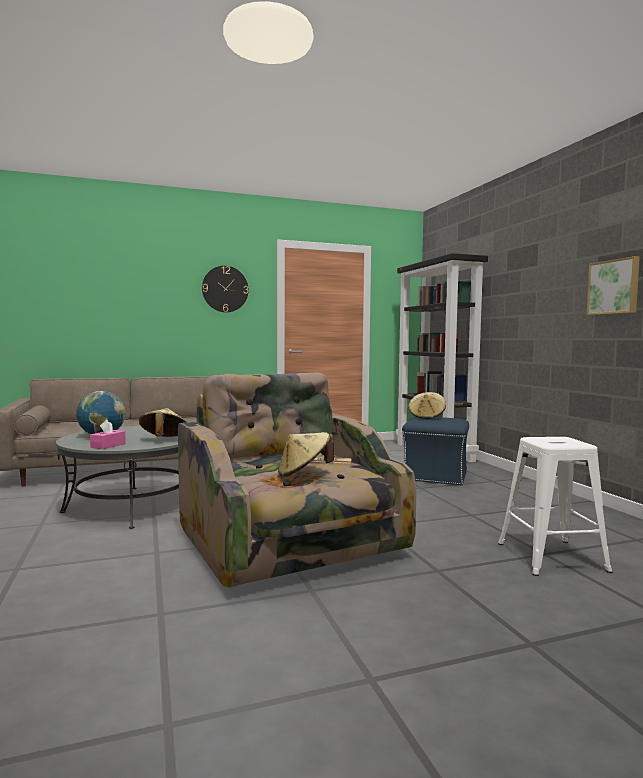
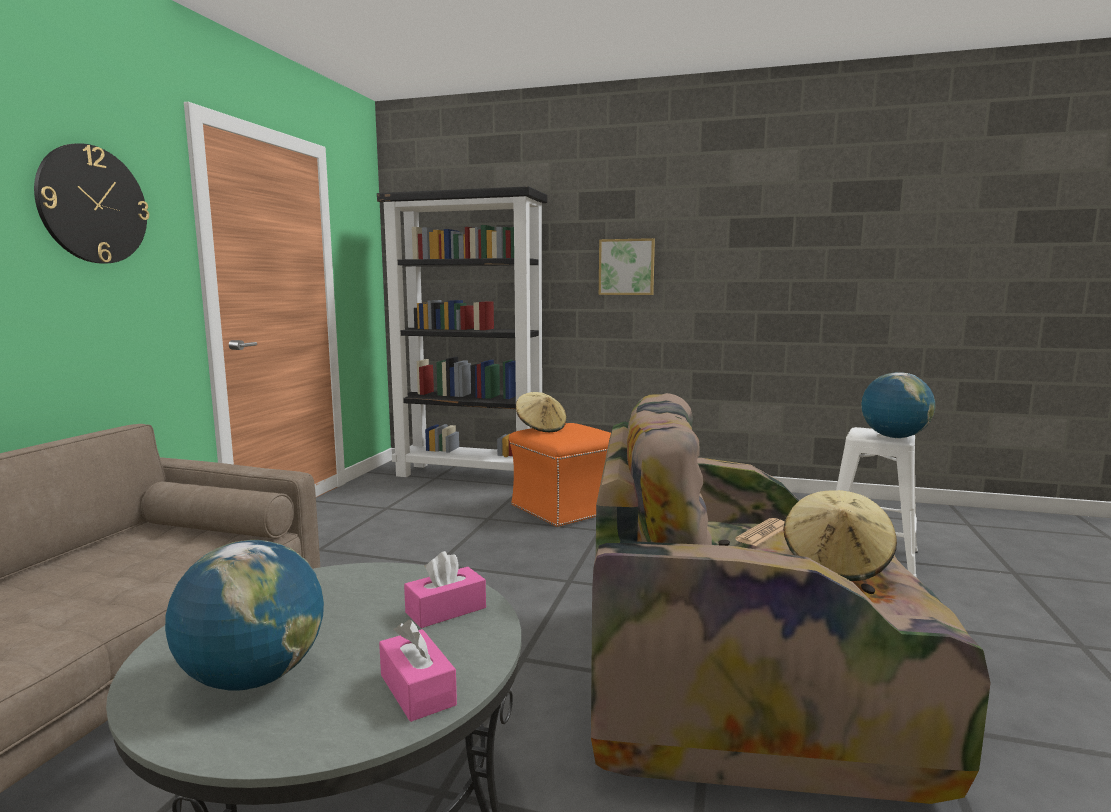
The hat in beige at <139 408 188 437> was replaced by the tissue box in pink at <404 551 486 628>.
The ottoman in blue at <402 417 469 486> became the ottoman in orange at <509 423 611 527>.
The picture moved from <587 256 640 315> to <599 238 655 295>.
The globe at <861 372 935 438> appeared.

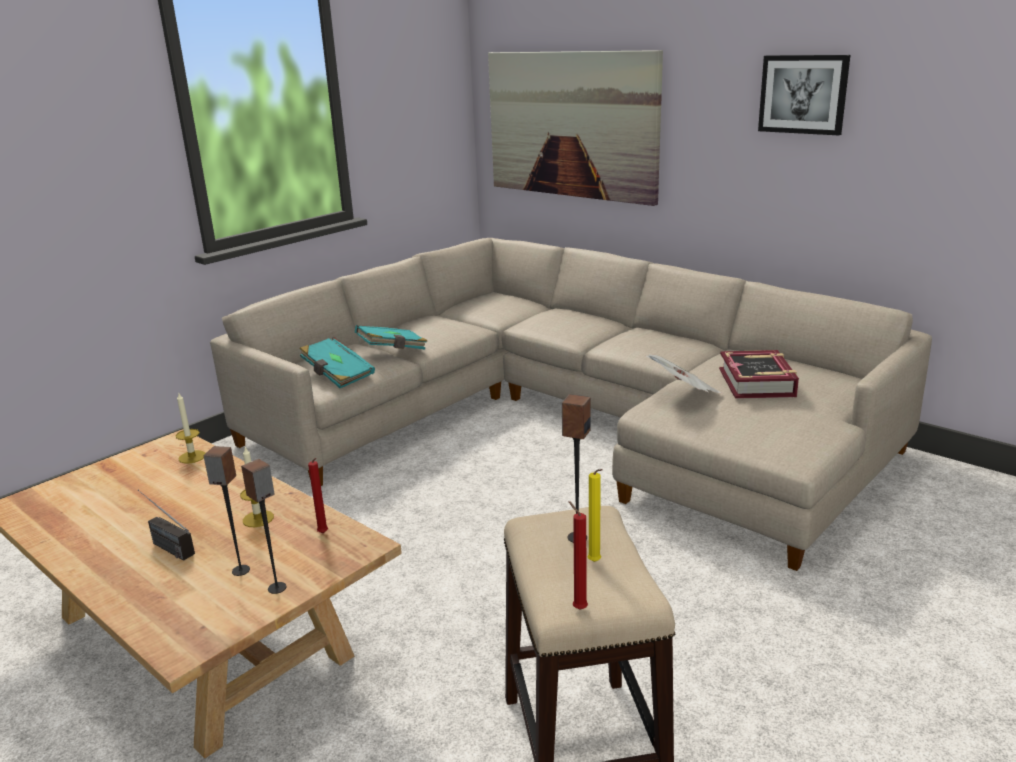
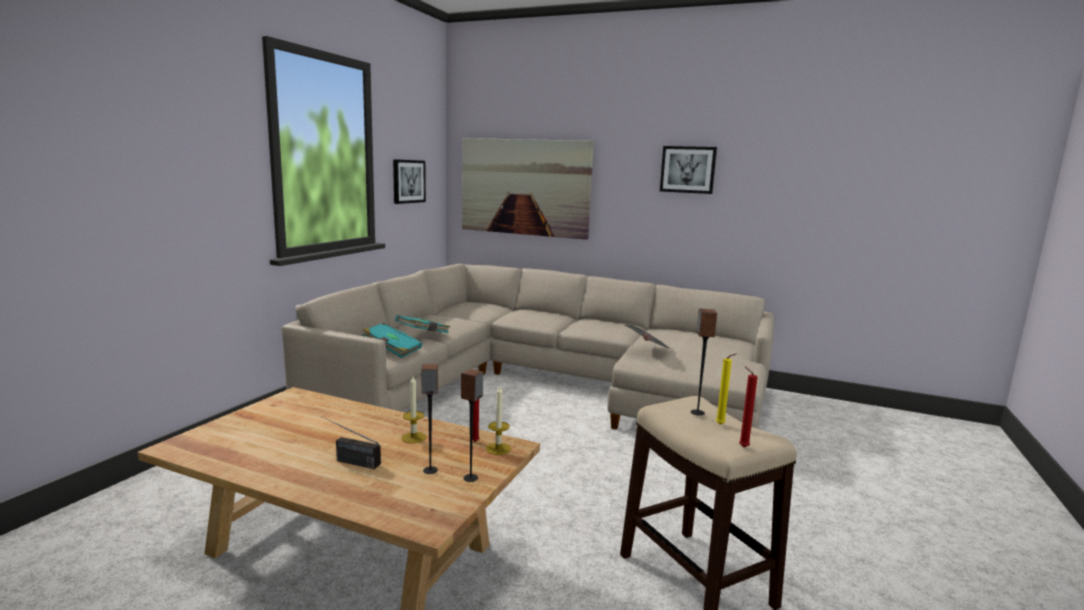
The candle moved from <176 393 206 464> to <486 386 511 455>.
The book at <719 350 799 399> disappeared.
The picture at <393 159 426 204> appeared.

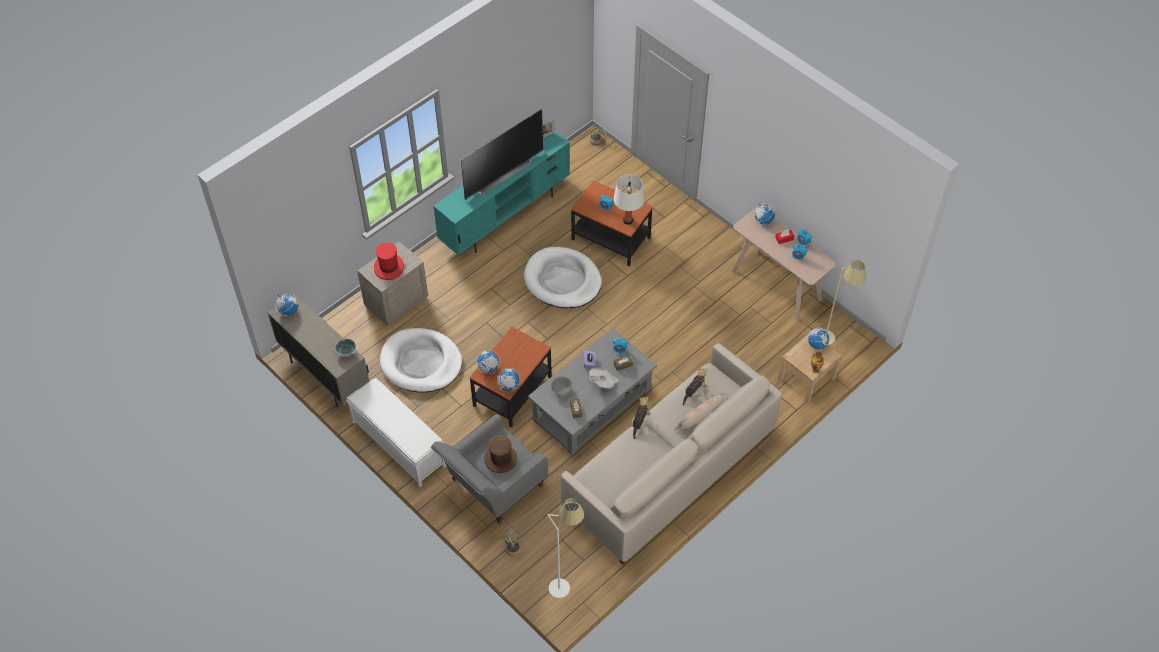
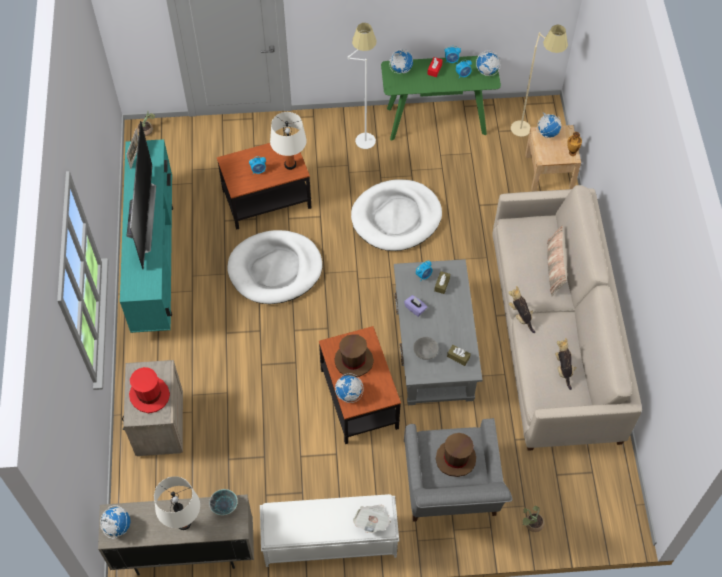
The dog bed in white moved from <380 328 462 393> to <351 179 442 251>.
The globe moved from <497 368 520 392> to <476 51 501 76>.
The floor lamp in white moved from <548 498 584 598> to <348 23 377 149>.
The newspaper moved from <589 368 619 389> to <353 505 391 533>.
The plush toy moved from <683 367 708 406> to <555 338 577 390>.
The console table in beige at <731 207 836 321> became the console table in green at <381 56 501 141>.
The table lamp in white at <154 476 200 530> appeared.
The hat in brown at <334 334 374 377> appeared.

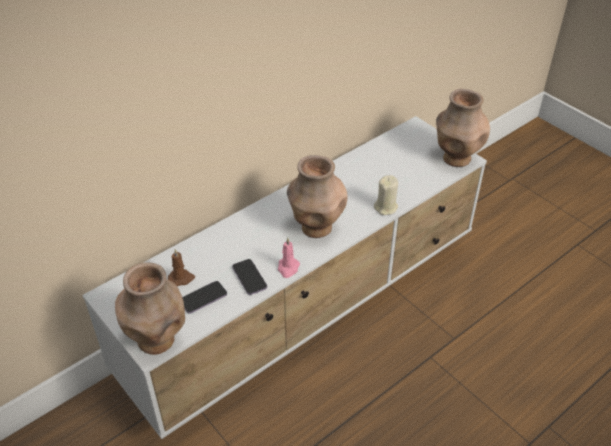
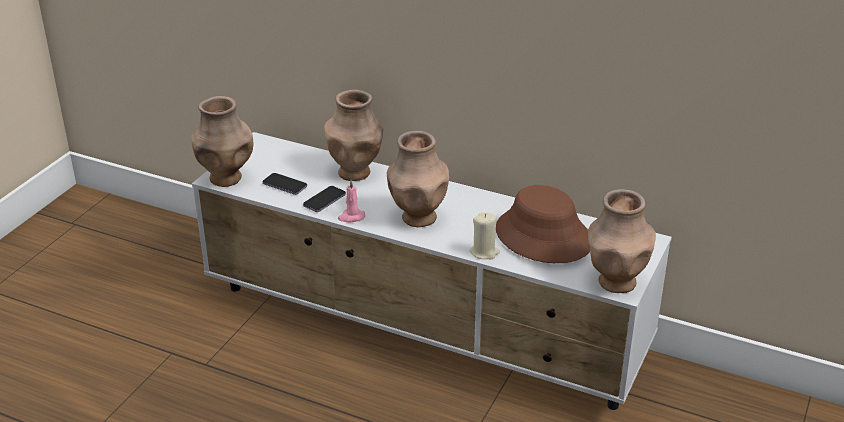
The candle in brown at <168 249 195 286> disappeared.
The vase in brown at <324 90 383 181> appeared.
The hat in brown at <496 185 590 263> appeared.

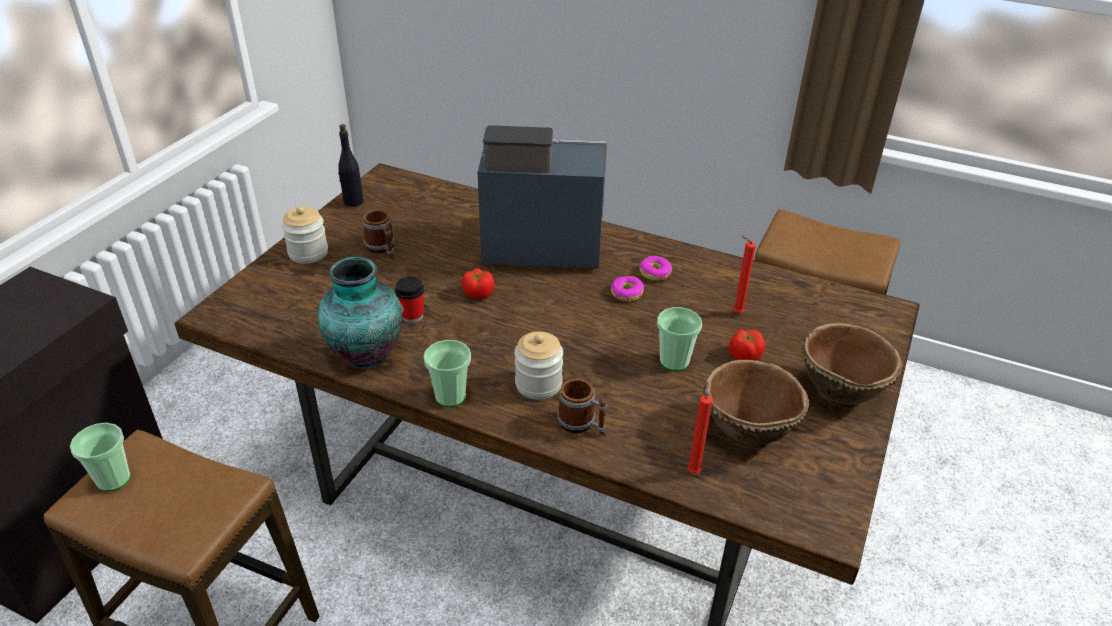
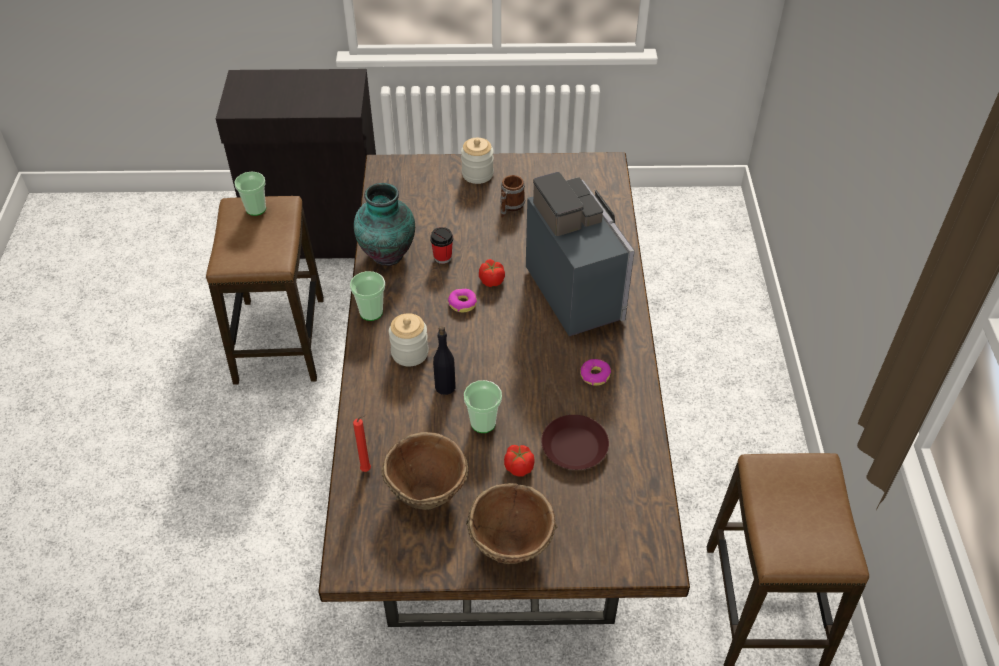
The bottle in black moved from <338 124 363 207> to <433 326 456 395>.
The mug at <557 379 607 436> disappeared.
The donut moved from <611 276 644 301> to <448 289 477 312>.
The candle in red at <733 235 756 313> was replaced by the plate in brown at <541 415 609 470>.

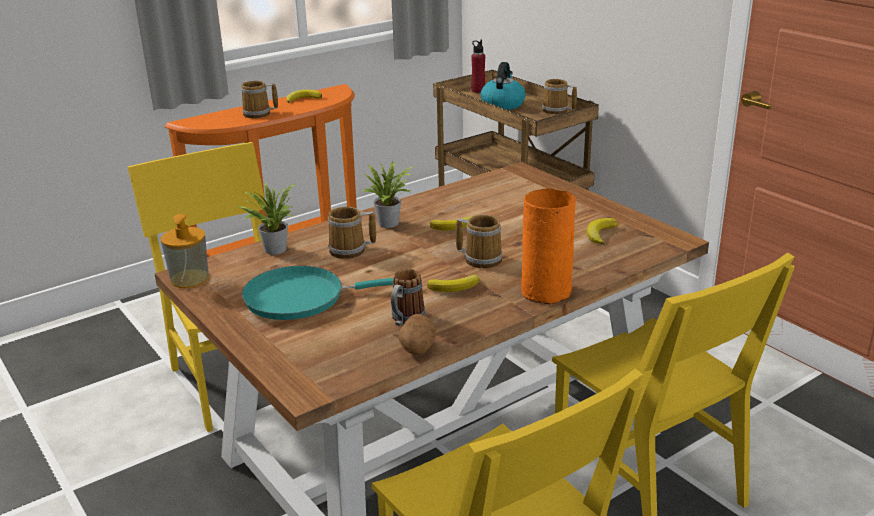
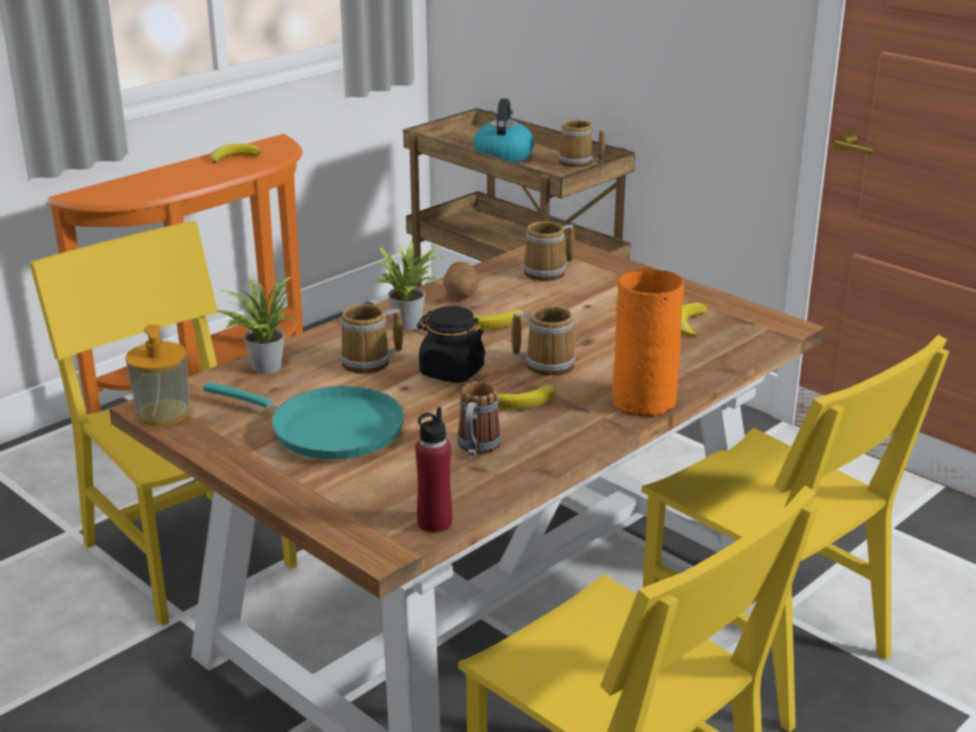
The mug moved from <241 81 278 118> to <523 221 575 281>.
The frying pan in turquoise at <242 266 393 320> turned 135 degrees counterclockwise.
The potato moved from <398 314 436 355> to <443 261 480 299>.
The bottle in red moved from <471 40 485 93> to <415 407 452 533>.
The jar in black at <417 306 485 383> appeared.

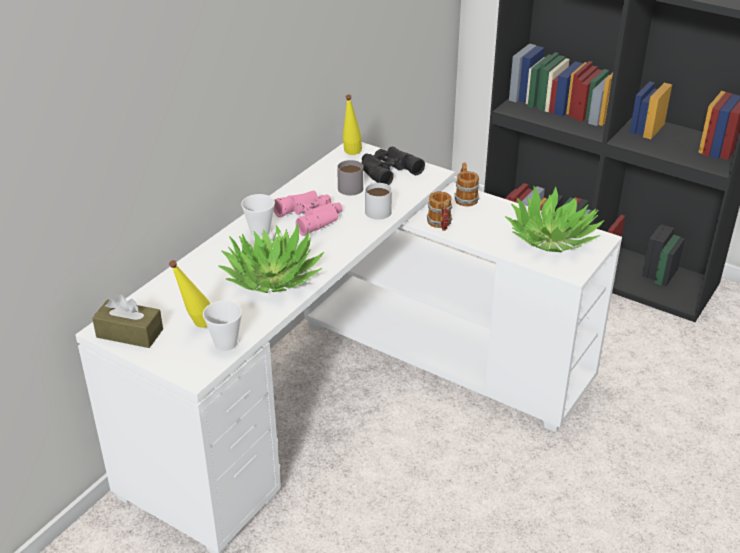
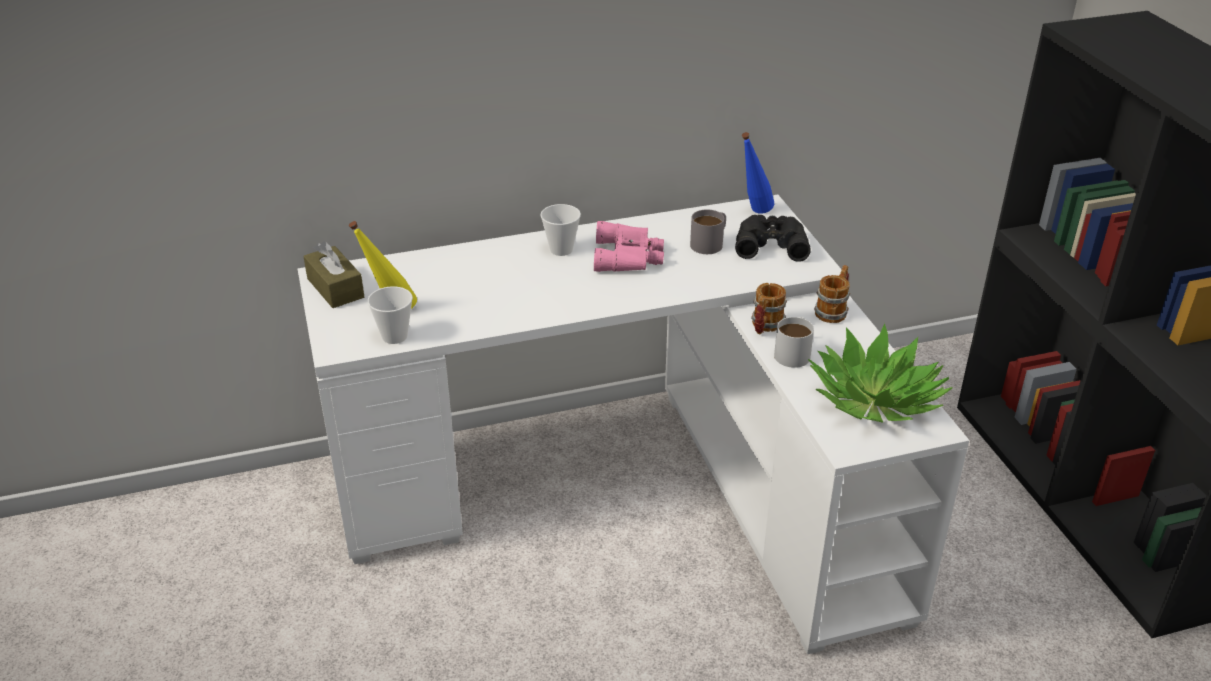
The potted plant at <218 223 324 293> disappeared.
The bottle in yellow at <343 95 362 155> became the bottle in blue at <742 132 774 214>.
The mug in white moved from <365 183 392 220> to <774 317 814 368>.

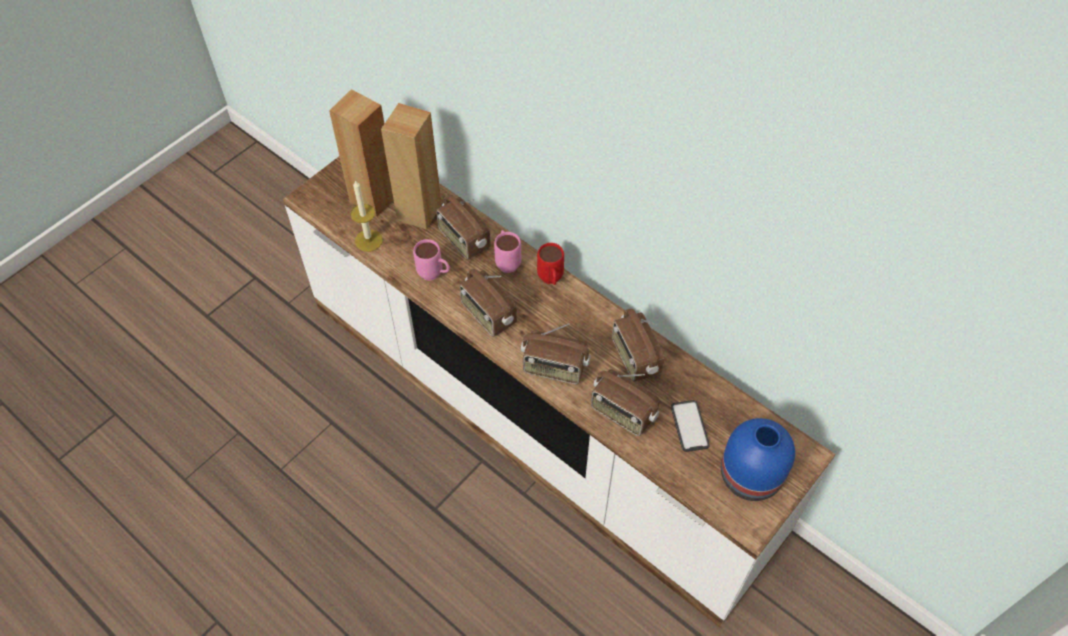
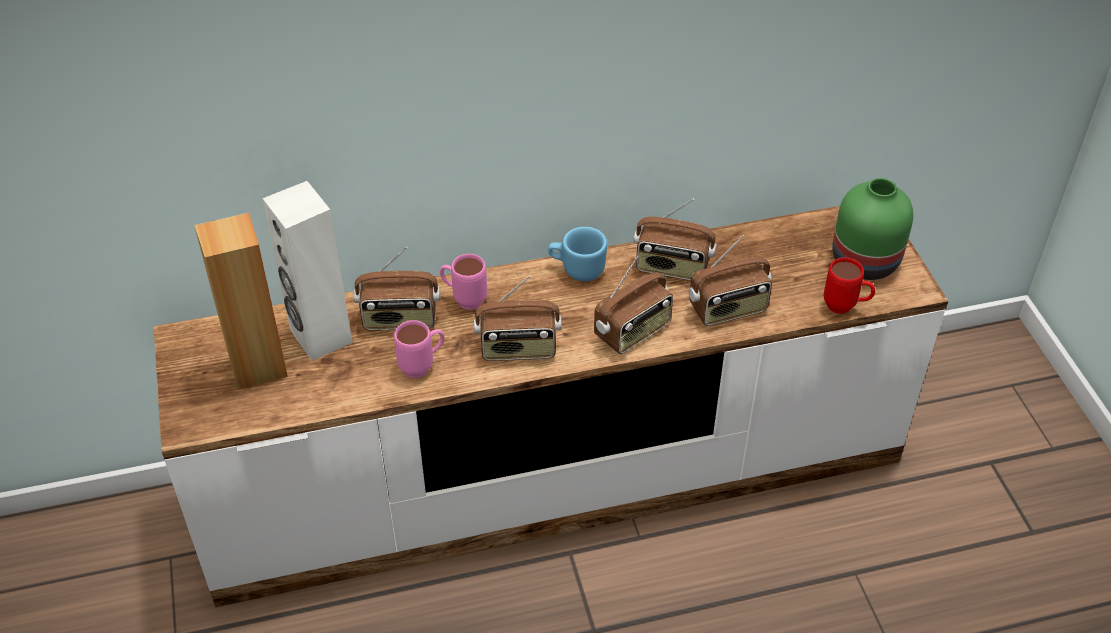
The candle at <350 180 383 252> disappeared.
The speaker in brown at <381 103 442 230> became the speaker in white at <263 181 353 361>.
The mug in red moved from <537 243 564 285> to <824 257 875 314>.
The phone at <671 400 710 452> disappeared.
The vase in blue at <721 418 795 501> became the vase in green at <832 178 913 280>.
The mug in blue at <548 227 607 281> appeared.

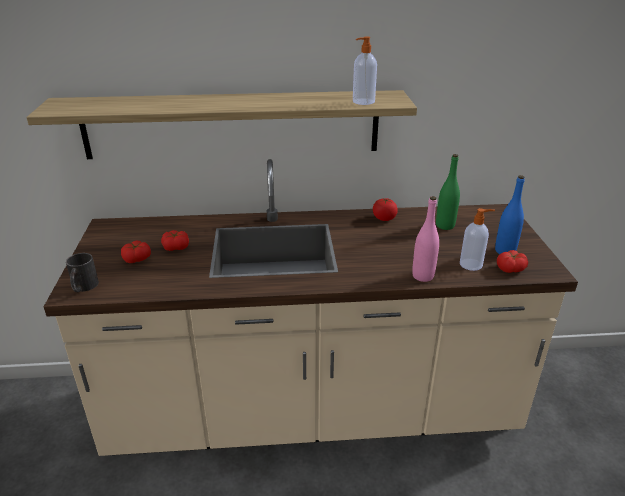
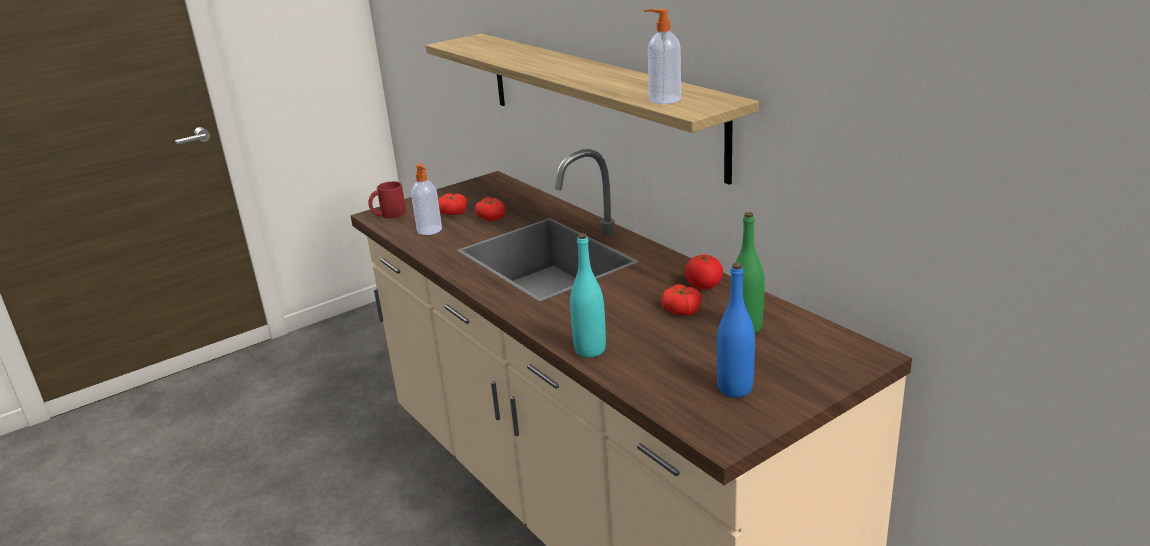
The mug in black at <66 253 99 292> became the mug in red at <368 181 406 219>.
The bottle in pink at <412 196 439 282> became the bottle in turquoise at <570 233 606 358>.
The soap dispenser moved from <460 208 495 271> to <411 164 442 235>.
The tomato moved from <497 250 528 273> to <661 284 702 316>.

